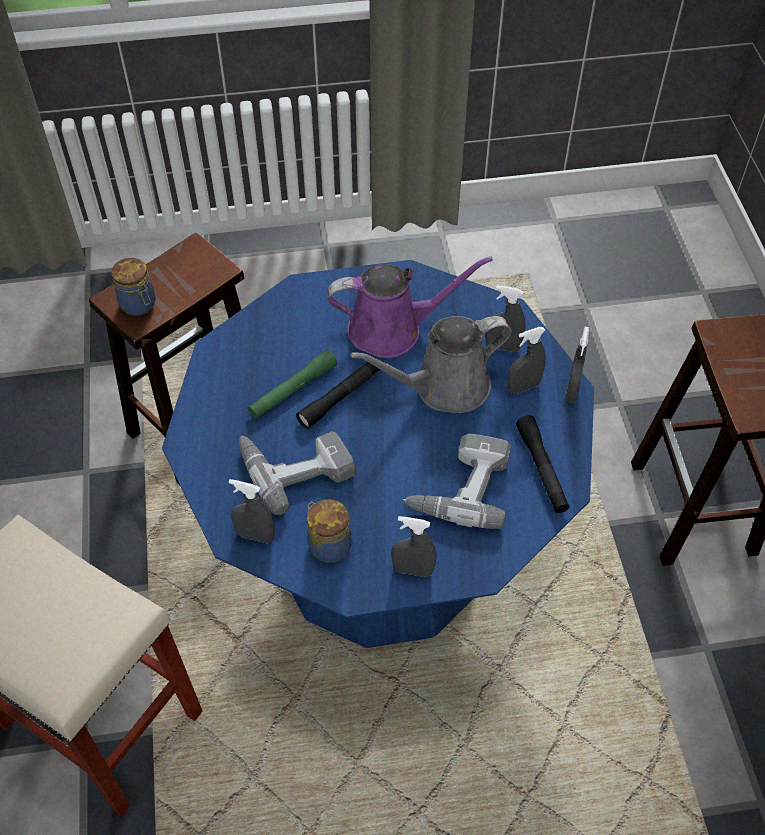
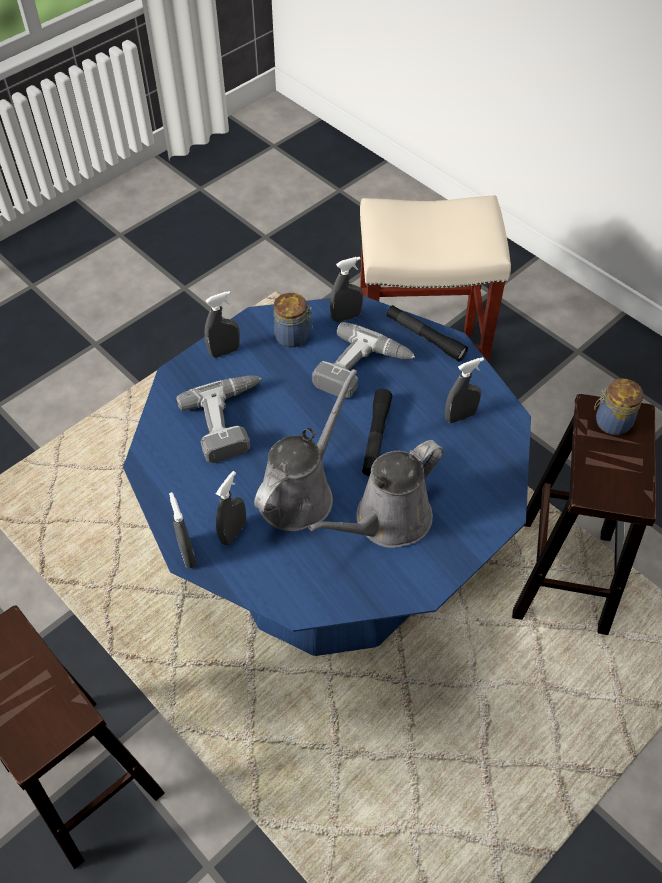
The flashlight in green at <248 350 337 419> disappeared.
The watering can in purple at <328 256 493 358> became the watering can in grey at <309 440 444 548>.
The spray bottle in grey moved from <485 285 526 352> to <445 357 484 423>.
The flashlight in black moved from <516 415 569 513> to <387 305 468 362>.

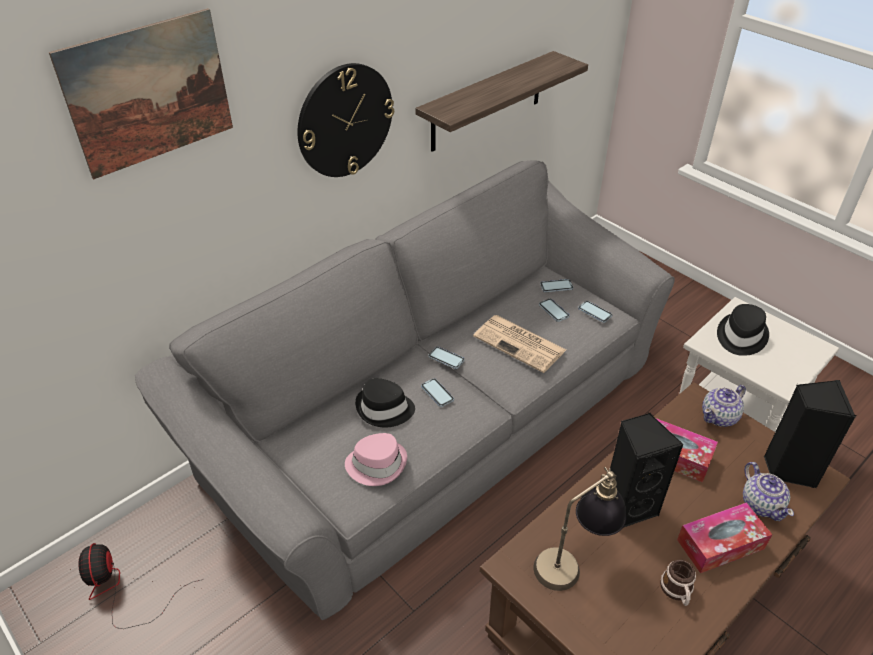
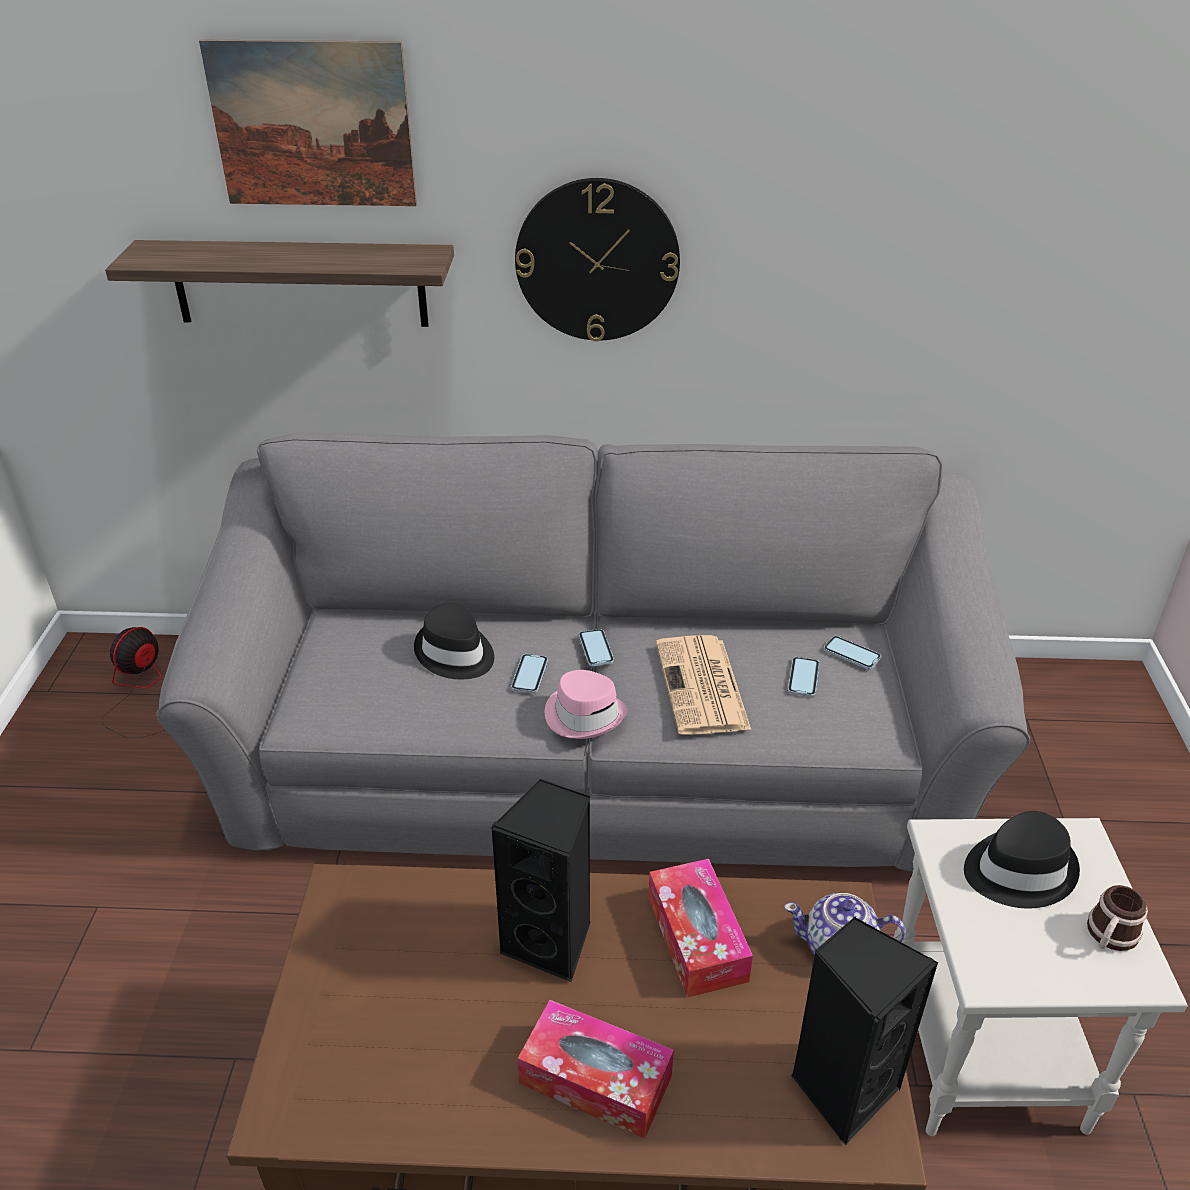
The hat in pink moved from <345 433 407 486> to <545 670 628 739>.
The shelf moved from <415 51 588 152> to <105 240 454 327>.
The table lamp at <533 467 626 591> disappeared.
The phone at <578 301 612 323> disappeared.
The mug moved from <660 560 696 606> to <1087 885 1148 951>.
The teapot at <743 462 794 521> disappeared.

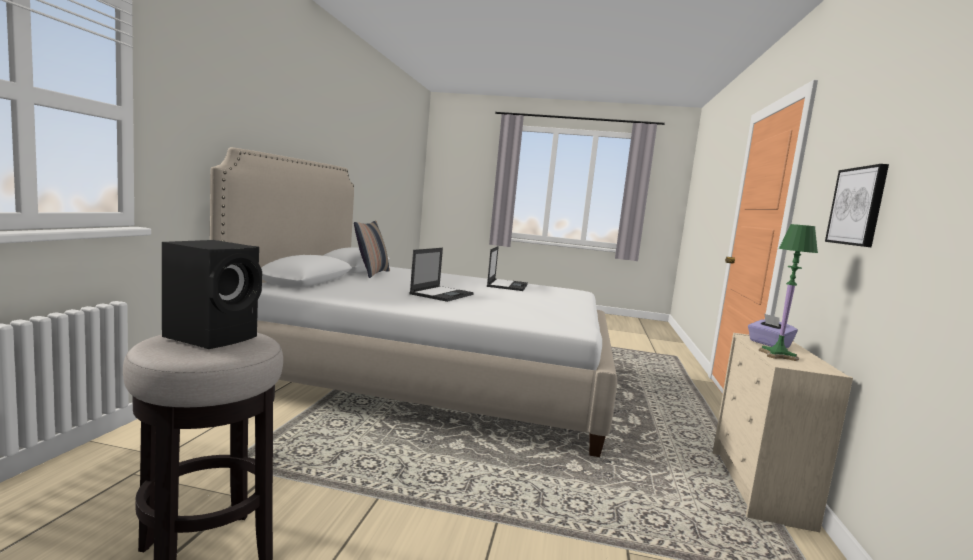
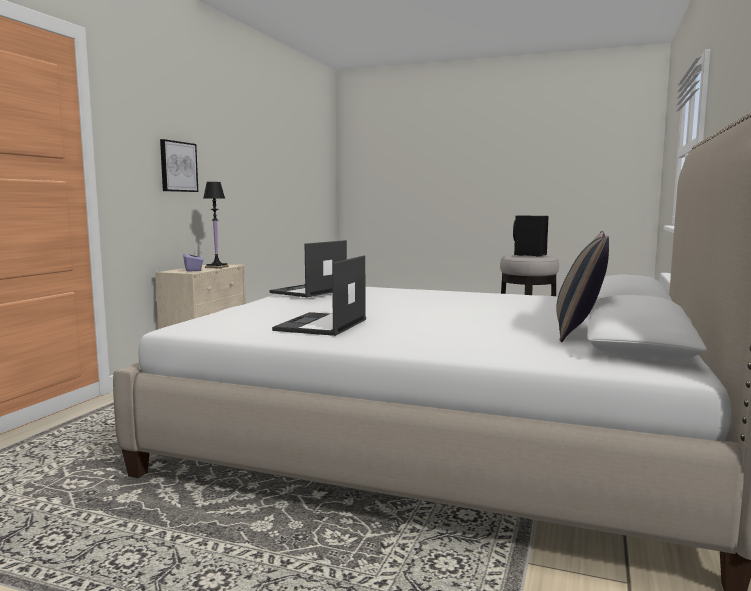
The laptop moved from <409 248 474 302> to <269 240 347 297>.
The table lamp in green at <758 224 818 361> became the table lamp in black at <203 182 229 269>.

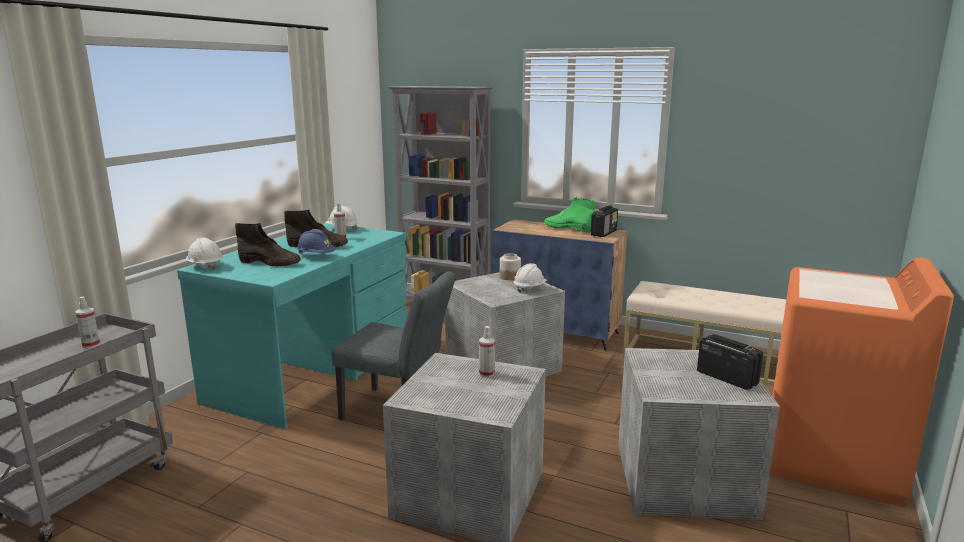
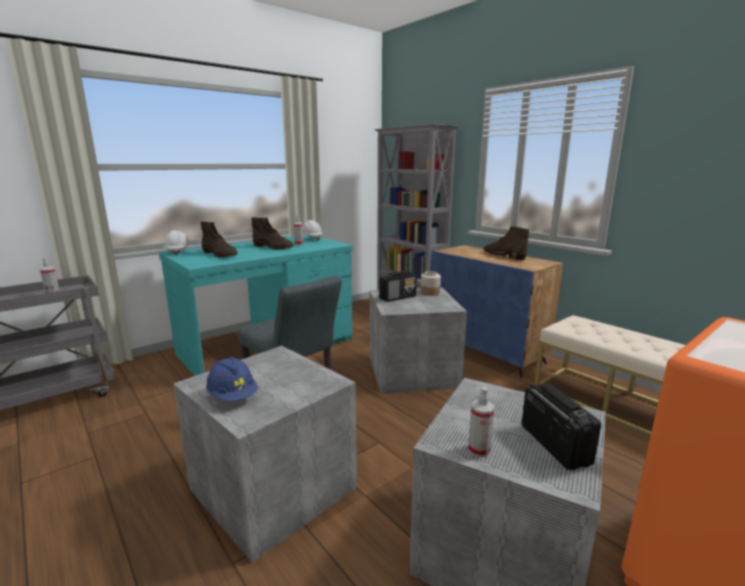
The hard hat in blue moved from <297 229 336 255> to <206 357 258 401>.
The spray bottle moved from <479 326 495 377> to <468 387 494 457>.
The hard hat in white at <514 263 547 293> disappeared.
The boot in green at <544 198 595 232> became the boot in brown at <483 226 529 261>.
The radio moved from <591 205 618 237> to <379 271 417 302>.

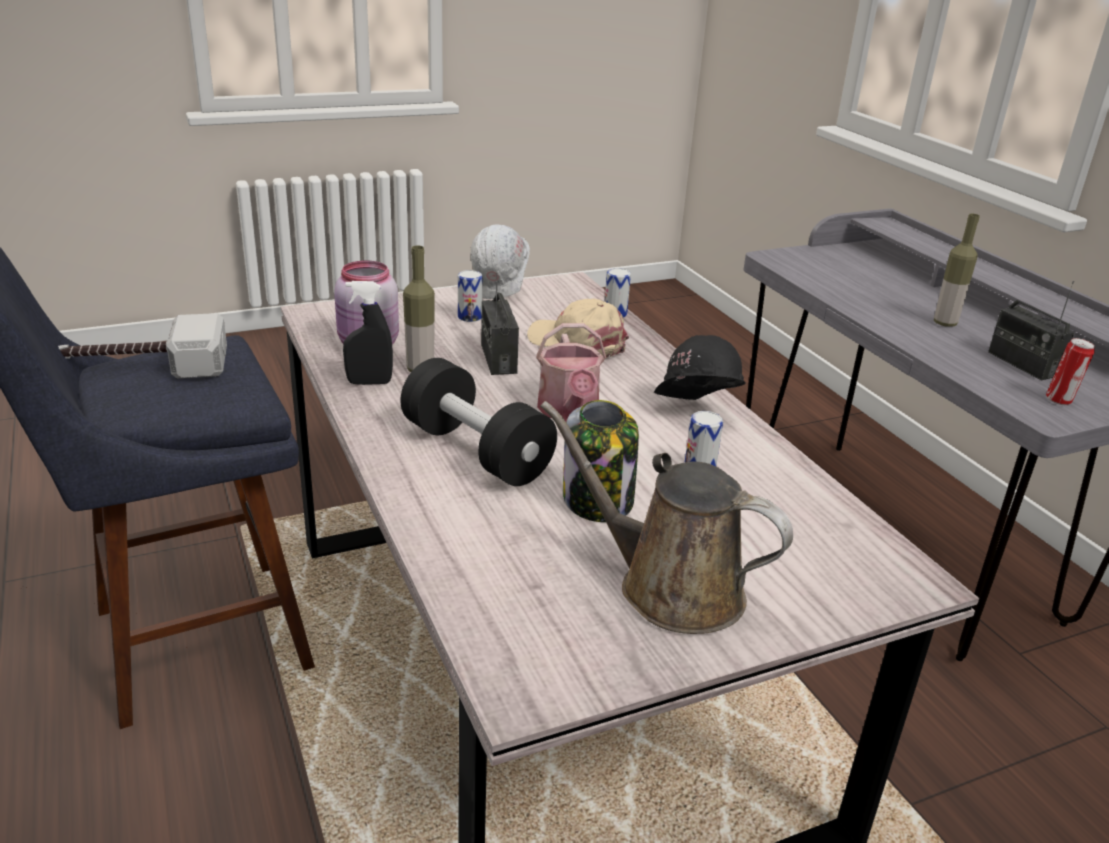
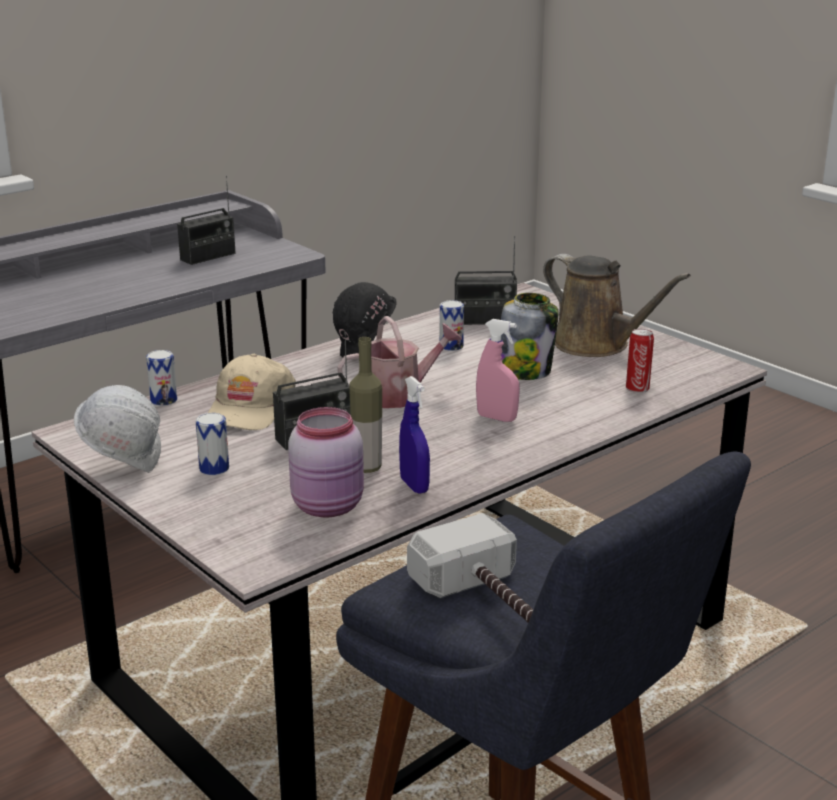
The spray bottle in black at <343 281 393 385> became the spray bottle in blue at <399 376 430 494>.
The dumbbell in black at <400 358 557 486> was replaced by the spray bottle in pink at <476 319 520 422>.
The watering can in brown at <540 401 793 634> turned 60 degrees counterclockwise.
The bottle at <934 214 980 327> disappeared.
The can moved from <1046 338 1095 405> to <626 329 654 393>.
The radio at <455 236 517 325> appeared.

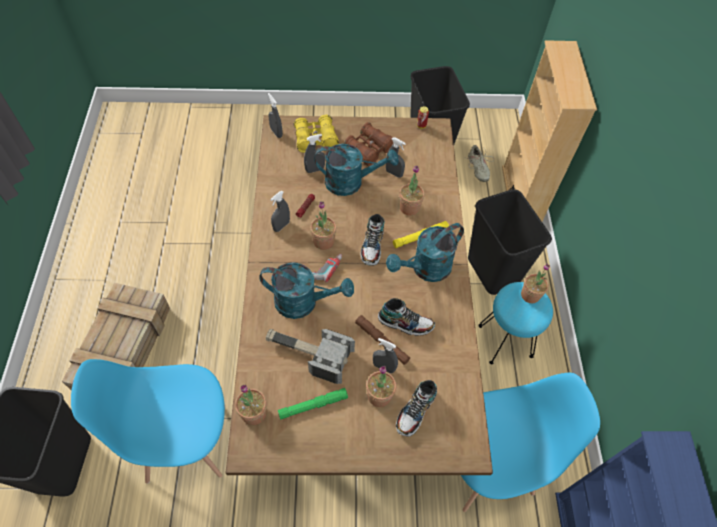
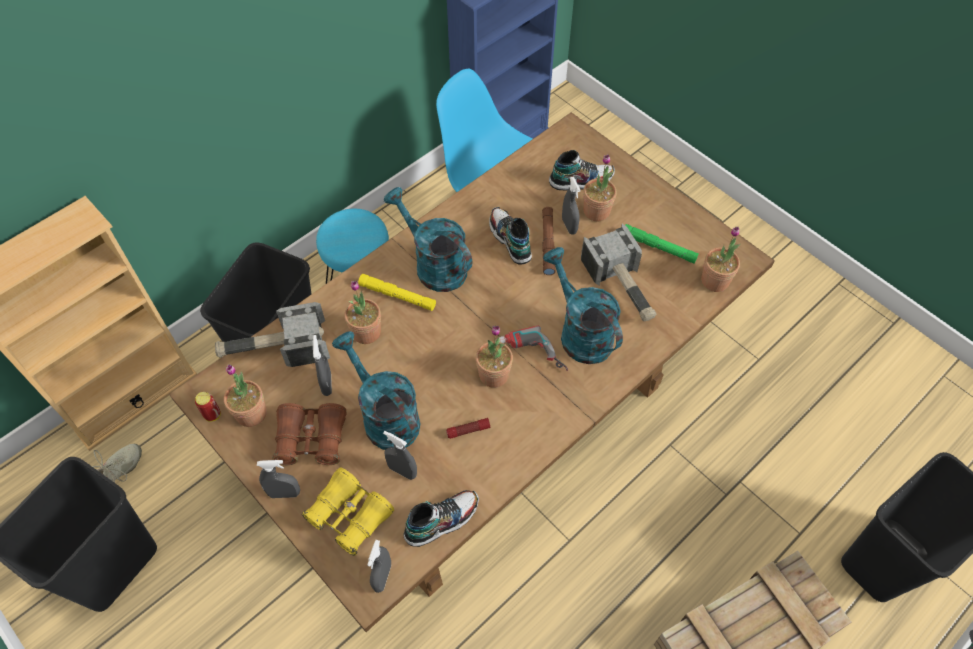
The chair in blue at <71 359 225 484> disappeared.
The spray bottle in grey moved from <270 191 290 232> to <257 460 300 498>.
The shoe moved from <360 214 385 266> to <404 490 479 547>.
The watering can in turquoise at <386 223 464 282> turned 150 degrees counterclockwise.
The potted plant moved from <521 263 550 303> to <224 365 267 427>.
The hammer at <215 302 330 367> appeared.

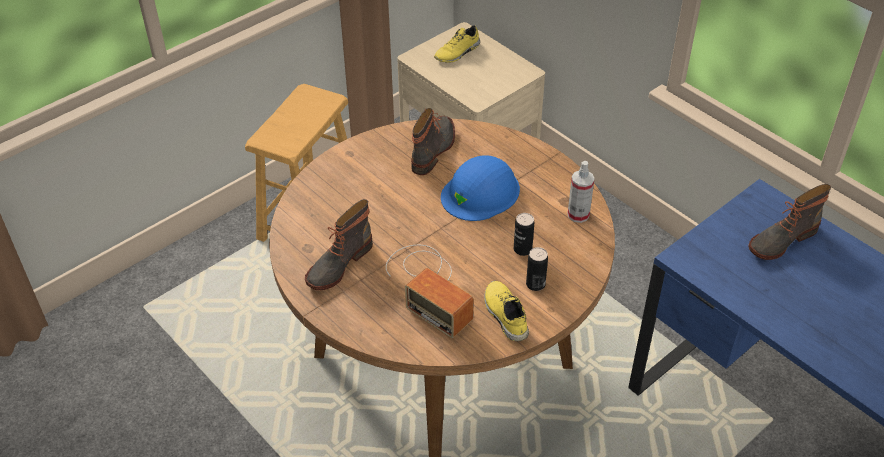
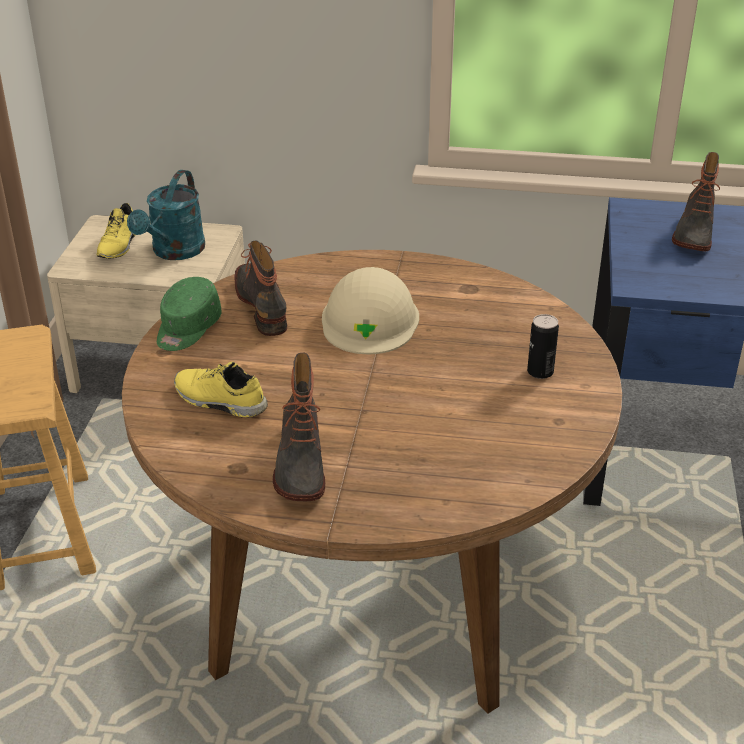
The radio at <386 245 474 338> disappeared.
The hard hat in blue at <441 155 520 221> became the hard hat in beige at <322 267 419 354>.
The shoe in yellow moved from <484 281 529 341> to <174 361 268 418>.
The can at <514 213 535 256> disappeared.
The spray bottle at <568 161 594 223> disappeared.
The watering can in turquoise at <127 170 205 260> appeared.
The cap in green at <157 277 222 351> appeared.

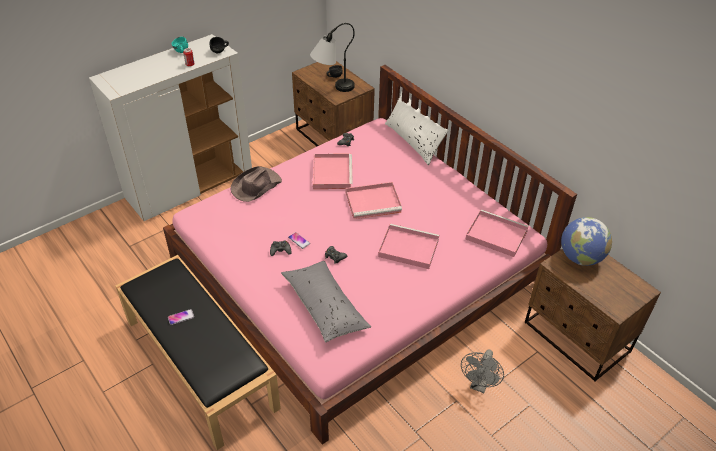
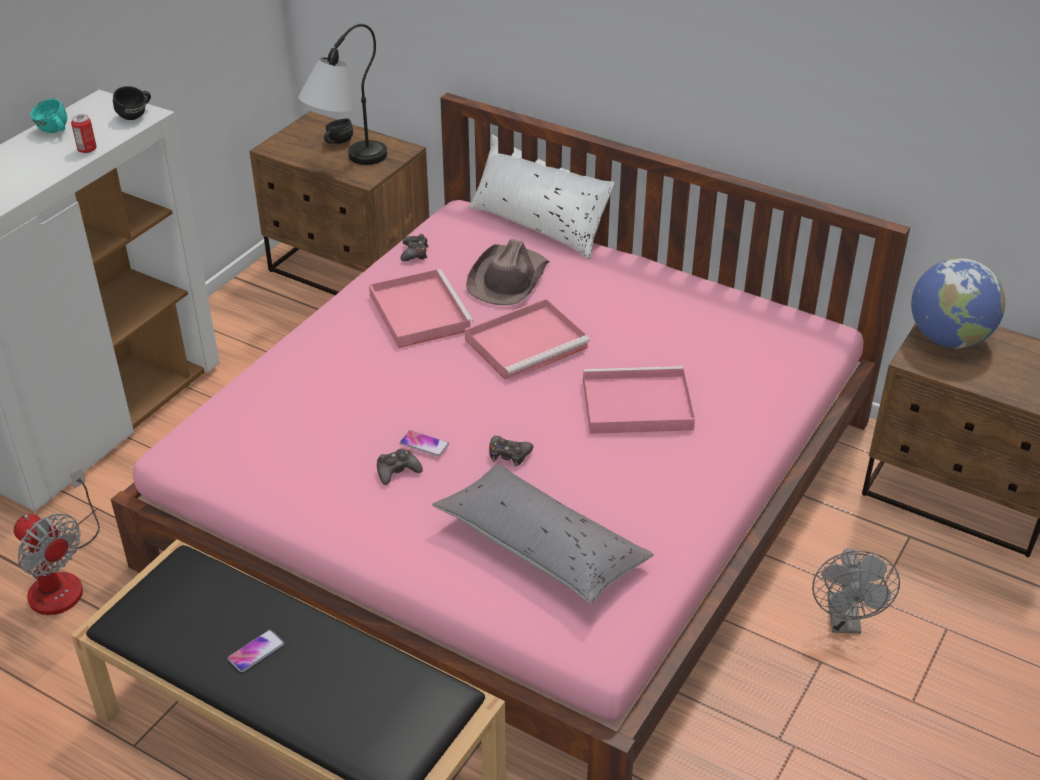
The hat in brown moved from <230 166 282 202> to <466 239 550 305>.
The tray in pink at <465 209 529 257> disappeared.
The fan at <14 467 100 615> appeared.

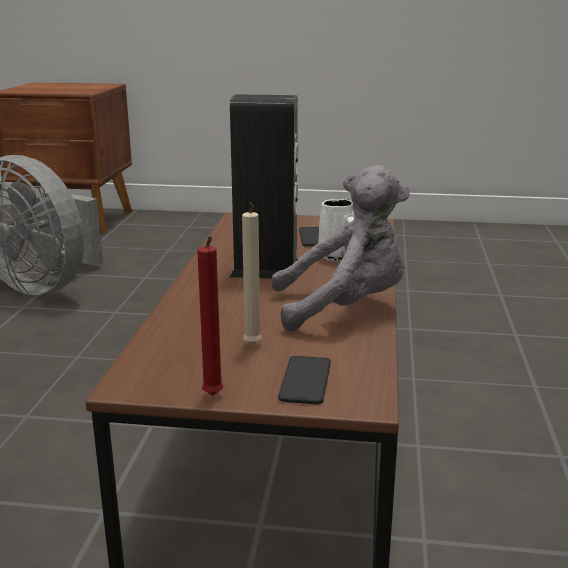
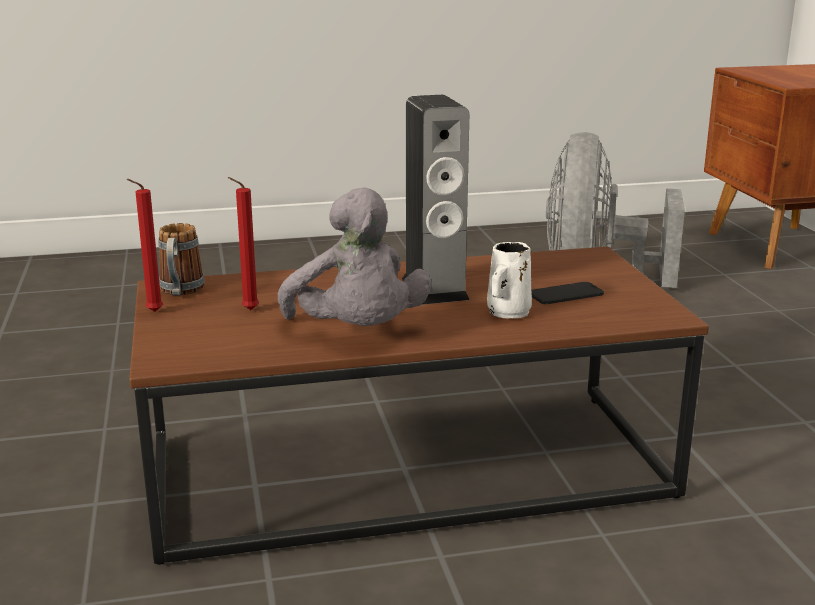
The candle in beige at <242 203 262 345> became the candle in red at <227 177 259 310>.
The phone at <278 356 331 404> disappeared.
The mug at <158 223 204 295> appeared.

